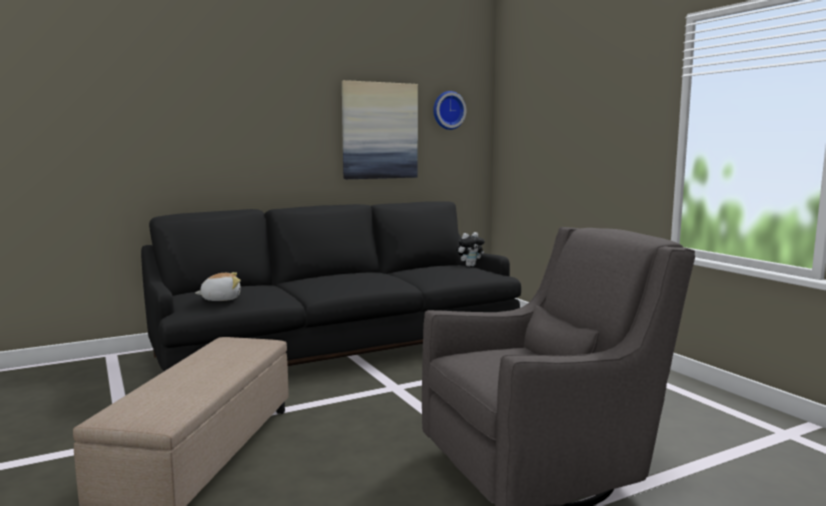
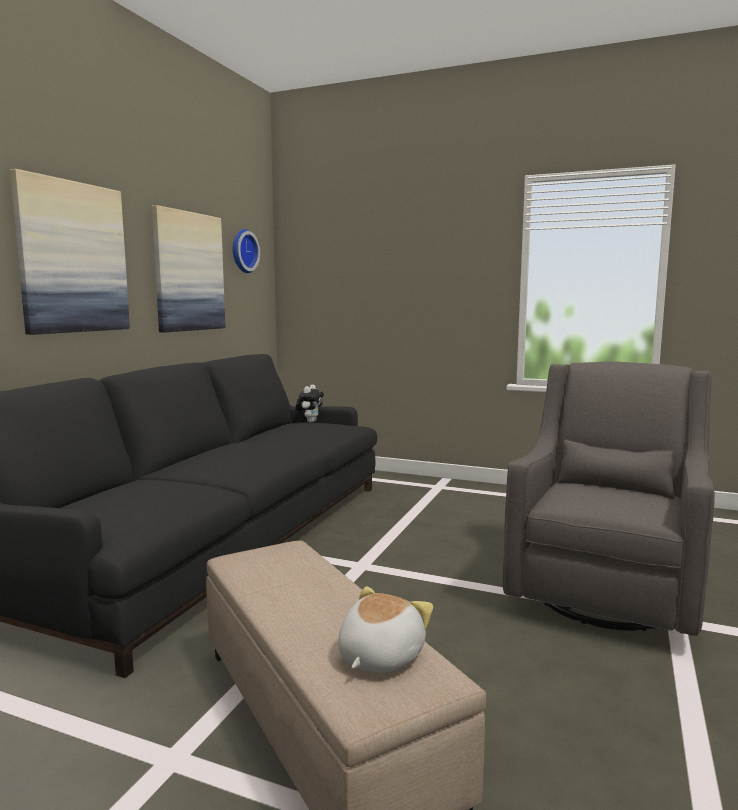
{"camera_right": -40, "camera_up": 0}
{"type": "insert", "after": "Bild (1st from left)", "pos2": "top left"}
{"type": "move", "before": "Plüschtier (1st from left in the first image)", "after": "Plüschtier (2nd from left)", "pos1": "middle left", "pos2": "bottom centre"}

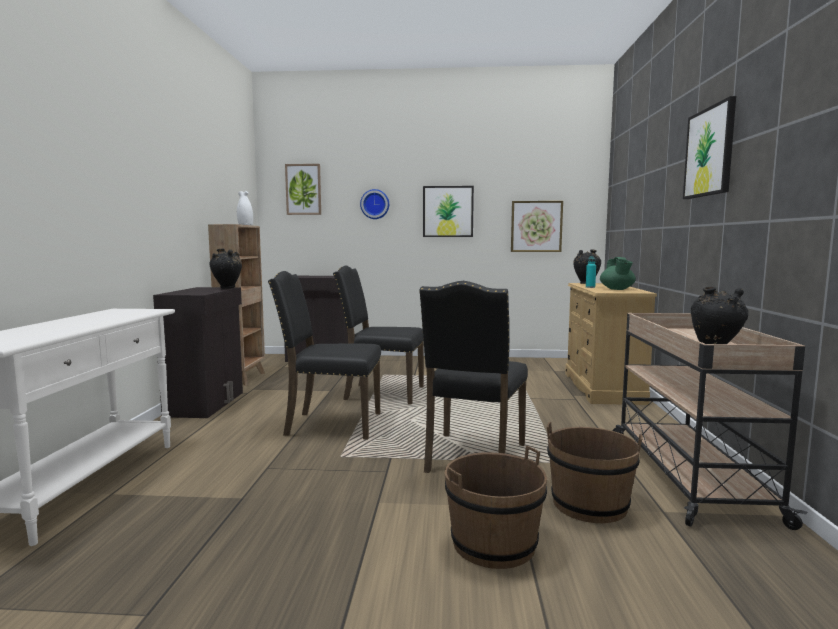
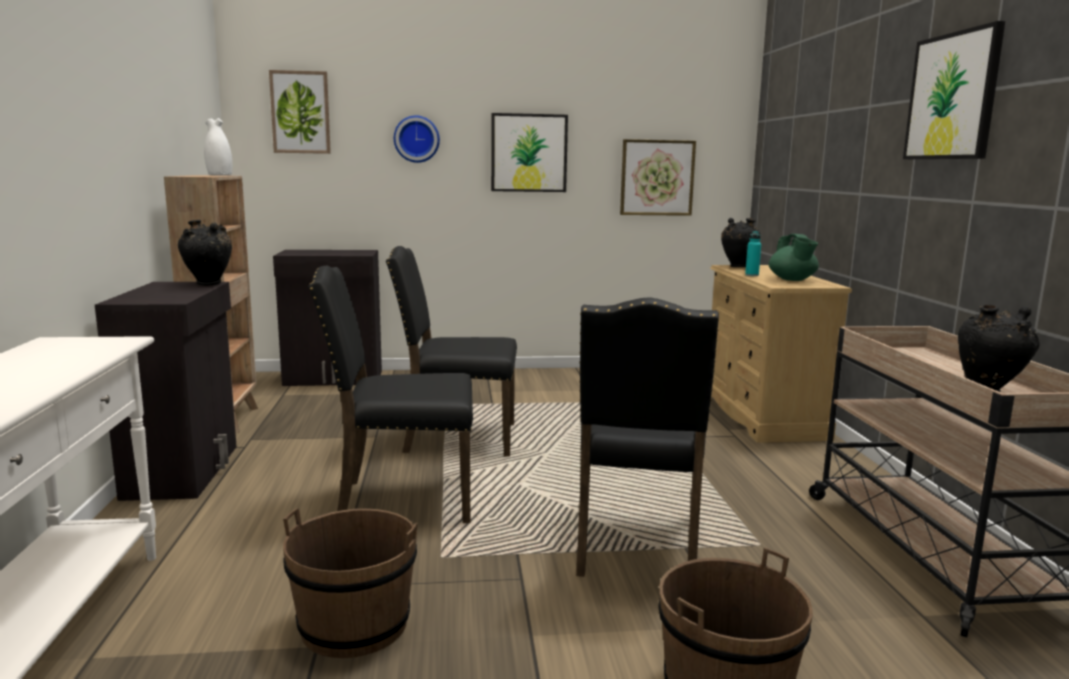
{"camera_right": -10, "camera_up": 5}
{"type": "move", "before": "Eimer [braun] (2nd from left in the first image)", "after": "Eimer [braun] (1st from left)", "pos1": "bottom right", "pos2": "bottom left"}

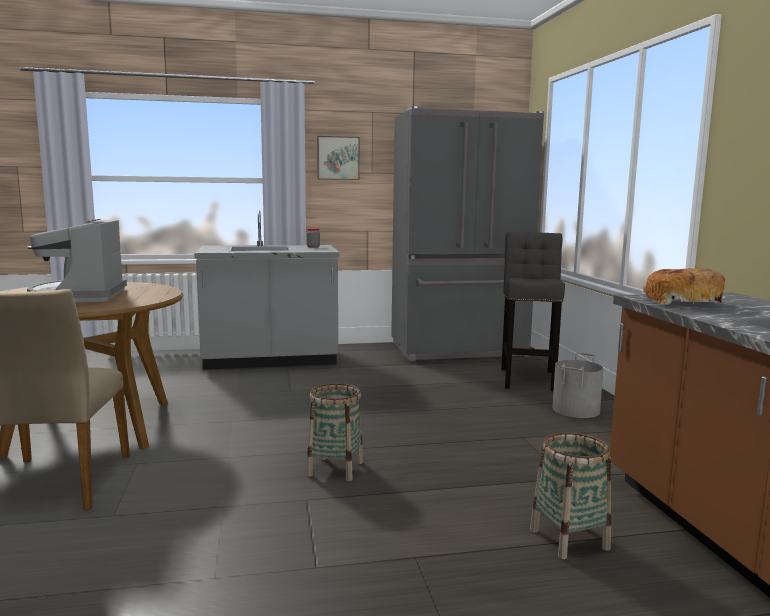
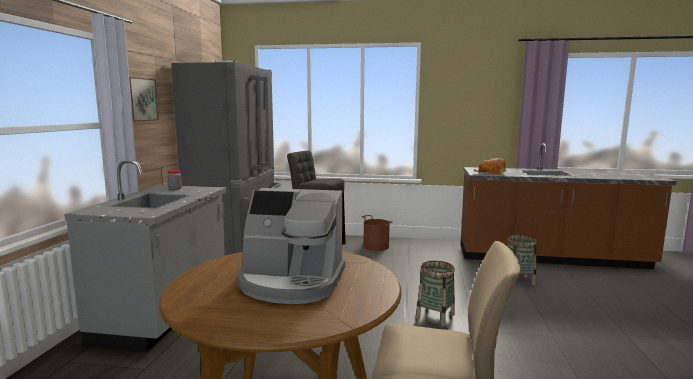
{"camera_right": -70, "camera_up": 0}
{"type": "recolor", "before": "Eimer [grau]", "after": "Eimer [braun]", "pos1": "middle right", "pos2": "centre"}

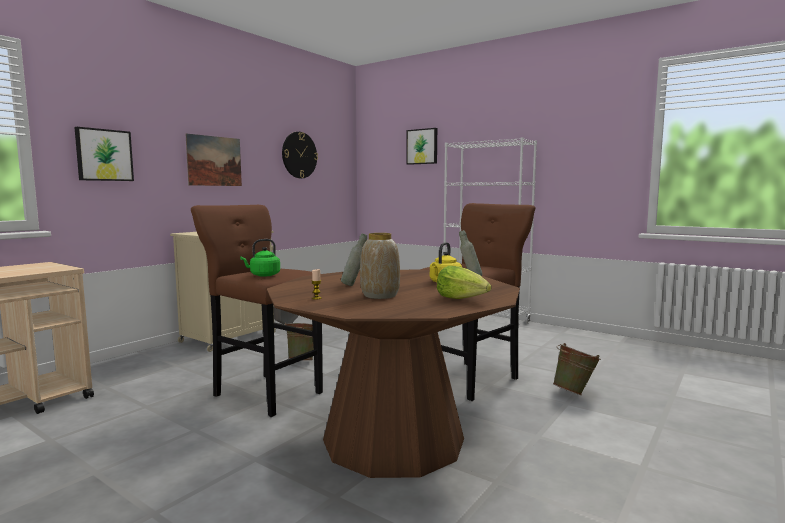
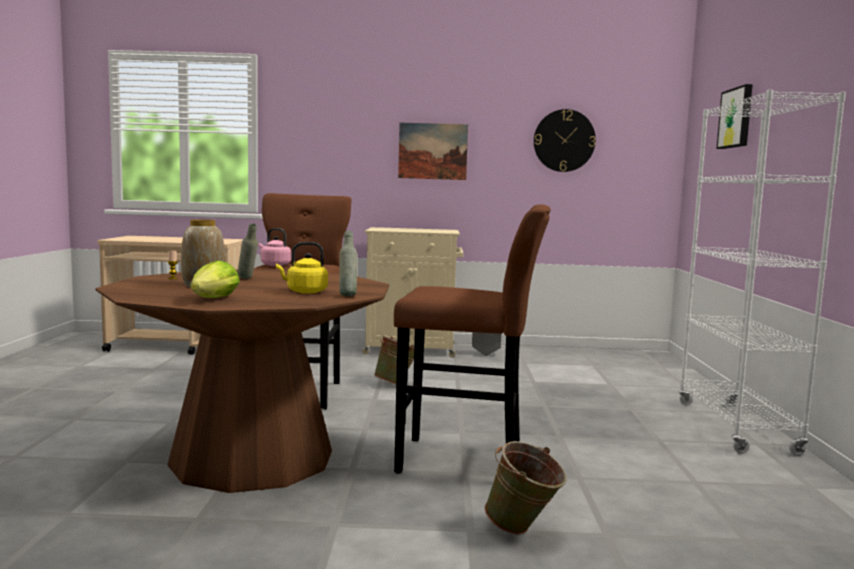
{"camera_right": 55, "camera_up": 0}
{"type": "recolor", "before": "Wasserkessel [grün]", "after": "Wasserkessel [rosa]", "pos1": "middle left", "pos2": "middle left"}
{"type": "delete", "before": "Bild (1st from left)", "pos1": "top left"}

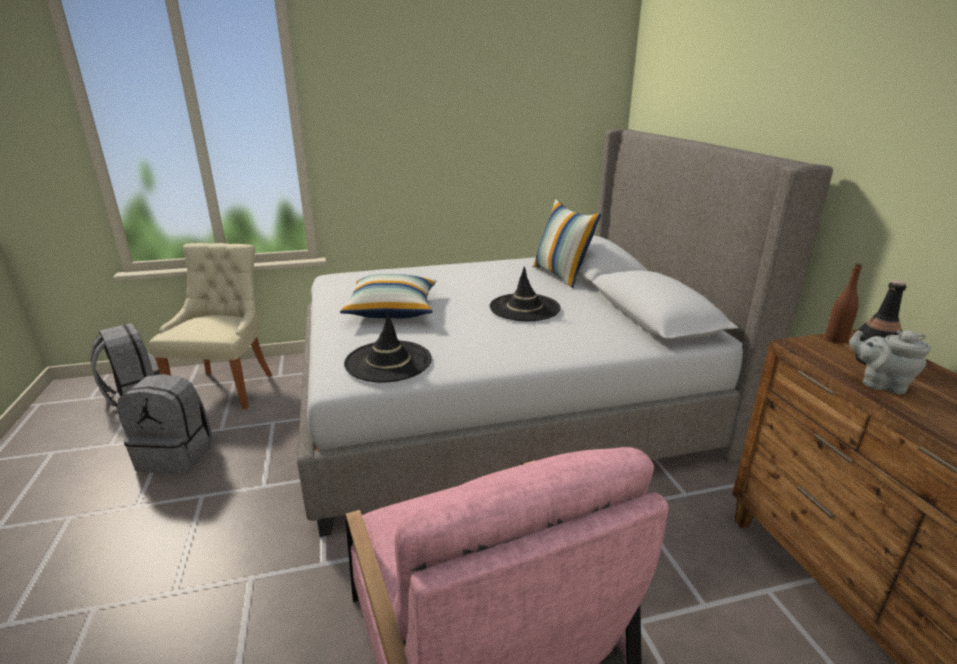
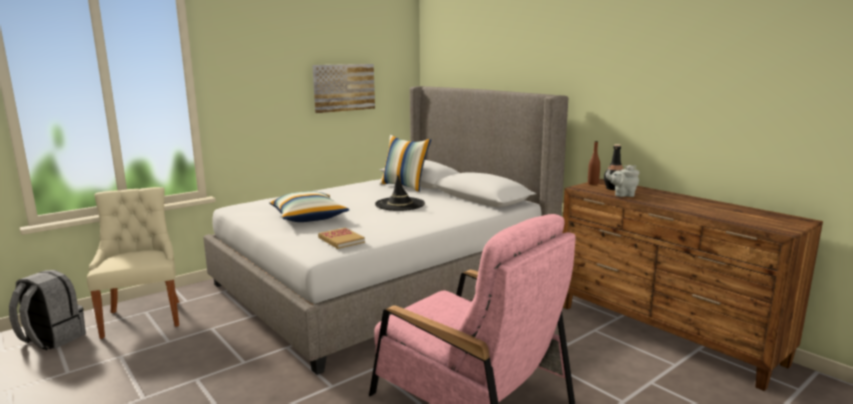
{"camera_right": -25, "camera_up": -10}
{"type": "insert", "after": "Bild", "pos2": "top centre"}
{"type": "replace", "before": "Hut [schwarz] (1st from left)", "after": "Buch", "pos1": "centre", "pos2": "centre"}
{"type": "delete", "before": "Rucksack [grau] (2nd from left)", "pos1": "middle left"}

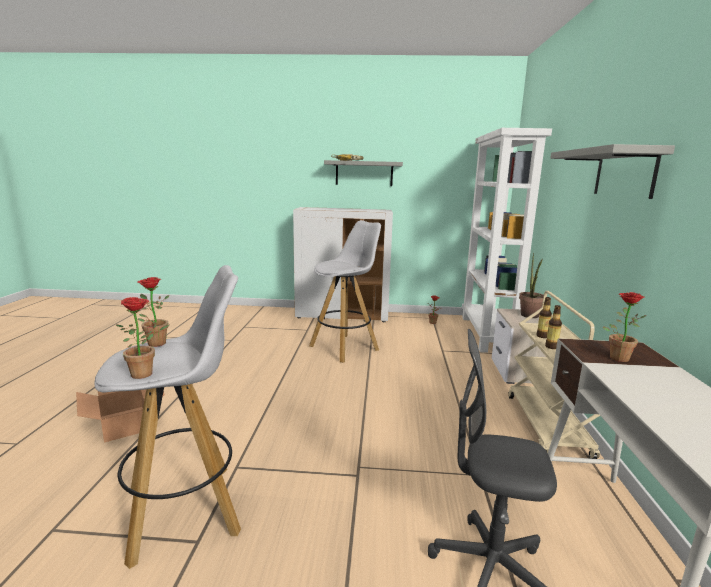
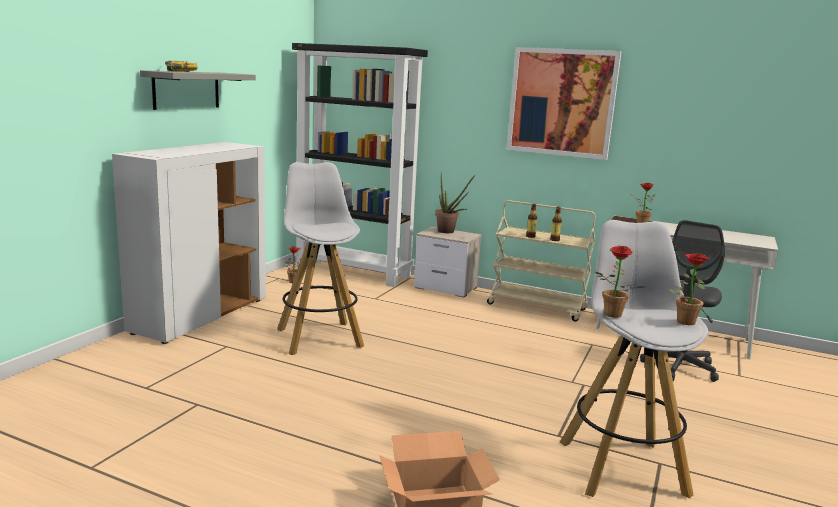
{"camera_right": -70, "camera_up": 0}
{"type": "recolor", "before": "Bücherregal [weiß]", "after": "Bücherregal [schwarz]", "pos1": "middle right", "pos2": "top centre"}
{"type": "replace", "before": "Wandregal [grau] (2nd from left)", "after": "Bild", "pos1": "top right", "pos2": "top right"}

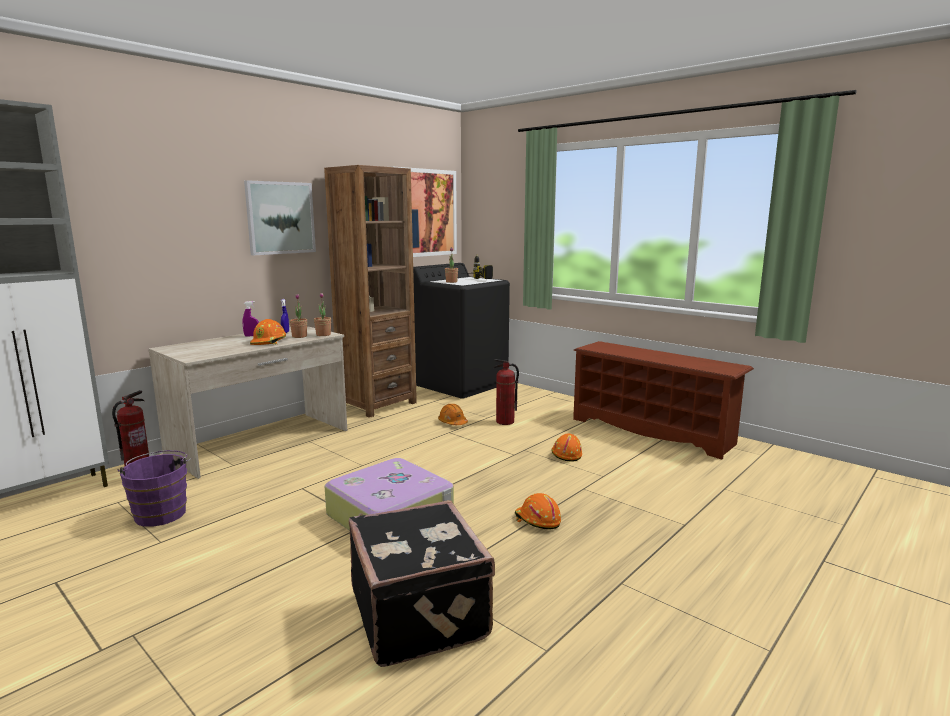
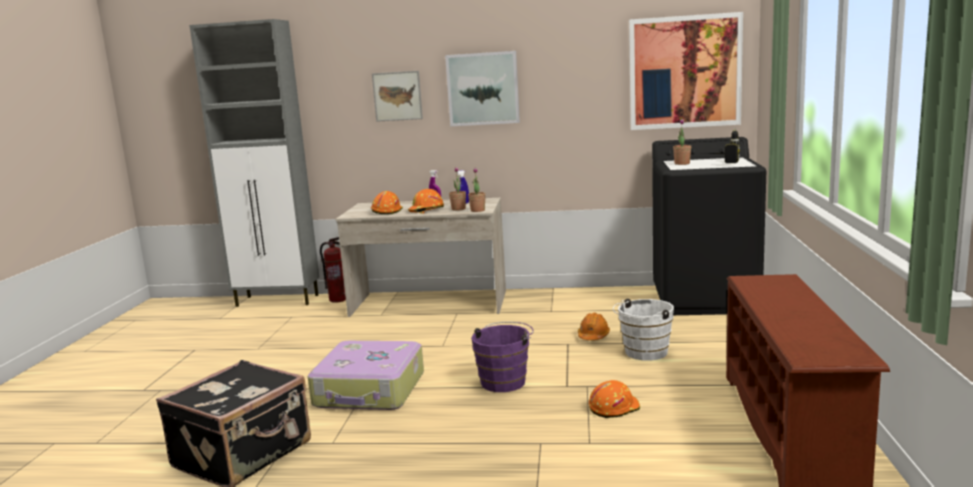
{"camera_right": 55, "camera_up": 0}
{"type": "move", "before": "Schutzhelm [orange] (3rd from left in the first image)", "after": "Schutzhelm [orange] (1st from left)", "pos1": "bottom centre", "pos2": "centre"}
{"type": "insert", "after": "Bild (1st from left)", "pos2": "top centre"}
{"type": "move", "before": "Eimer [lila]", "pos1": "bottom left", "pos2": "bottom centre"}
{"type": "replace", "before": "Feuerlöscher (2nd from left)", "after": "Eimer [weiß]", "pos1": "centre", "pos2": "bottom centre"}
{"type": "delete", "before": "Bücherregal [braun]", "pos1": "centre"}

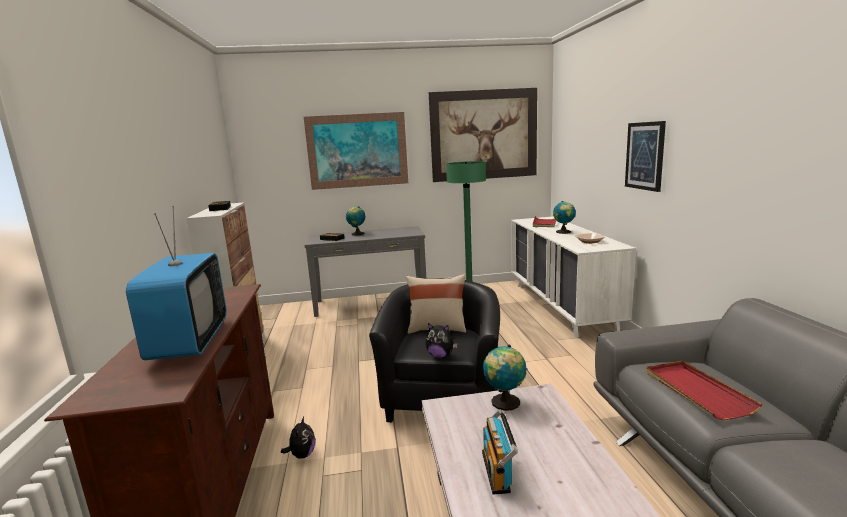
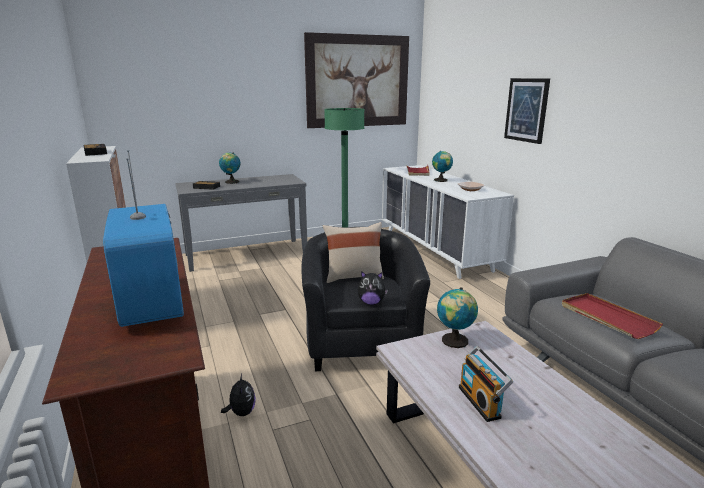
{"camera_right": -15, "camera_up": 5}
{"type": "delete", "before": "Bild (1st from left)", "pos1": "top centre"}

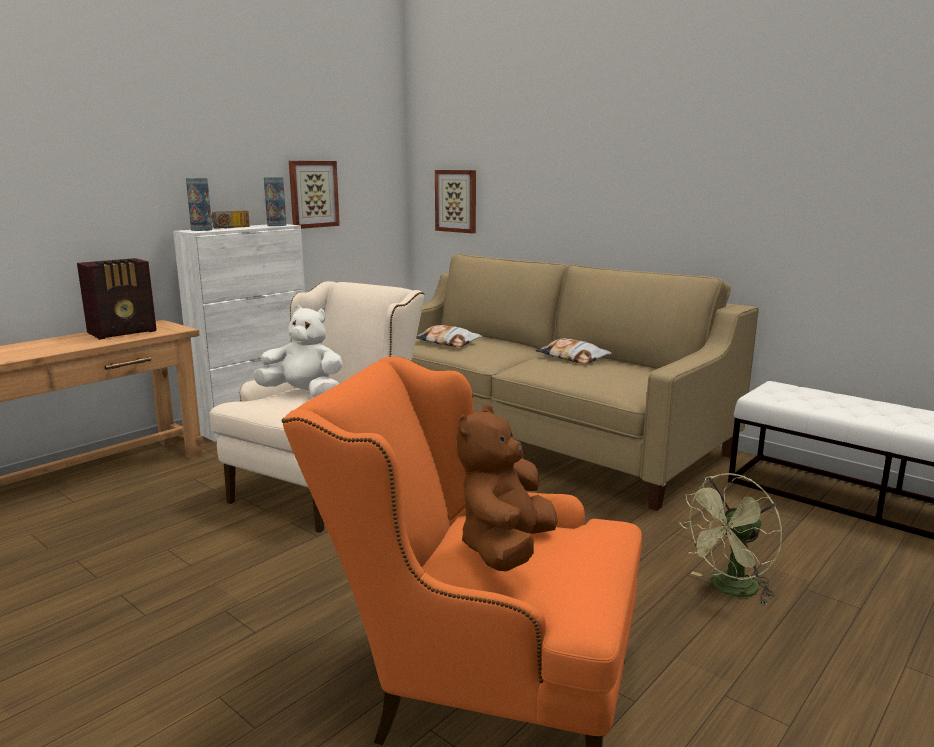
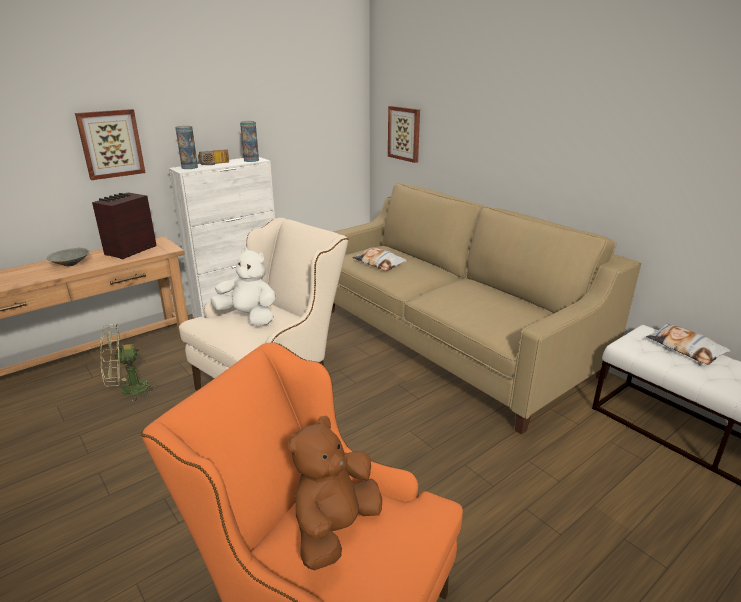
{"camera_right": 10, "camera_up": 10}
{"type": "insert", "after": "Schüssel [grau]", "pos2": "middle left"}
{"type": "move", "before": "Bild (1st from left)", "pos1": "top centre", "pos2": "top left"}
{"type": "rotate", "before": "Radio (1st from left)", "pos1": "middle left", "pos2": "middle left", "turn": 150}
{"type": "move", "before": "Ventilator [grün]", "pos1": "bottom right", "pos2": "middle left"}
{"type": "move", "before": "Kissen (2nd from left)", "pos1": "centre", "pos2": "middle right"}

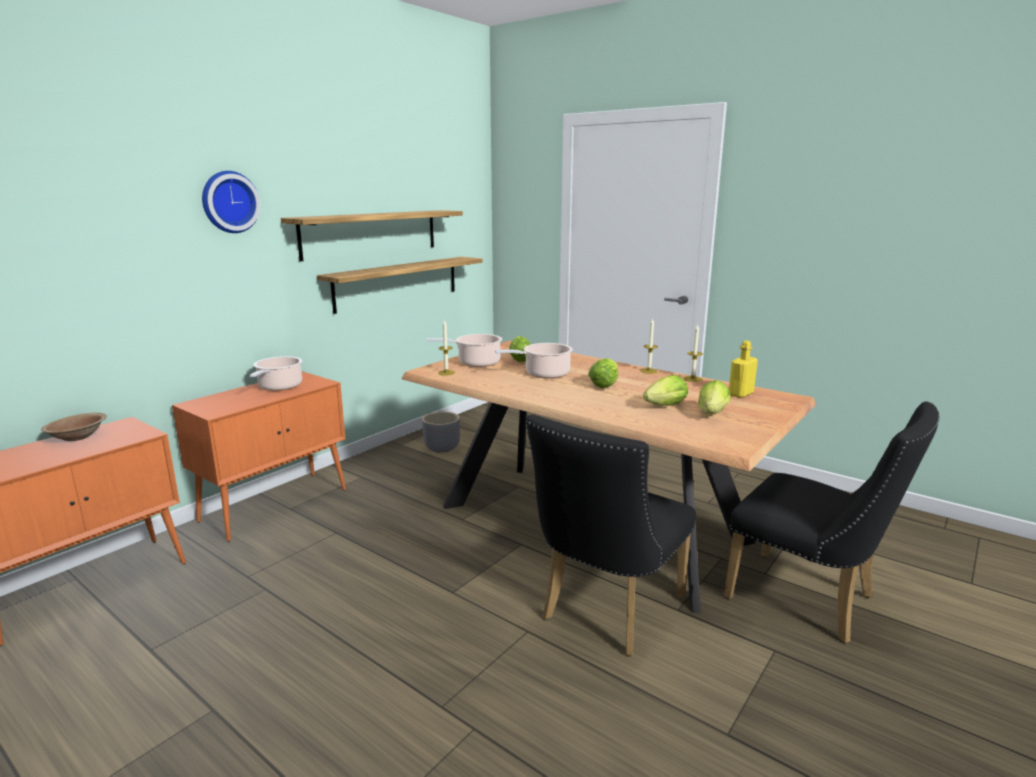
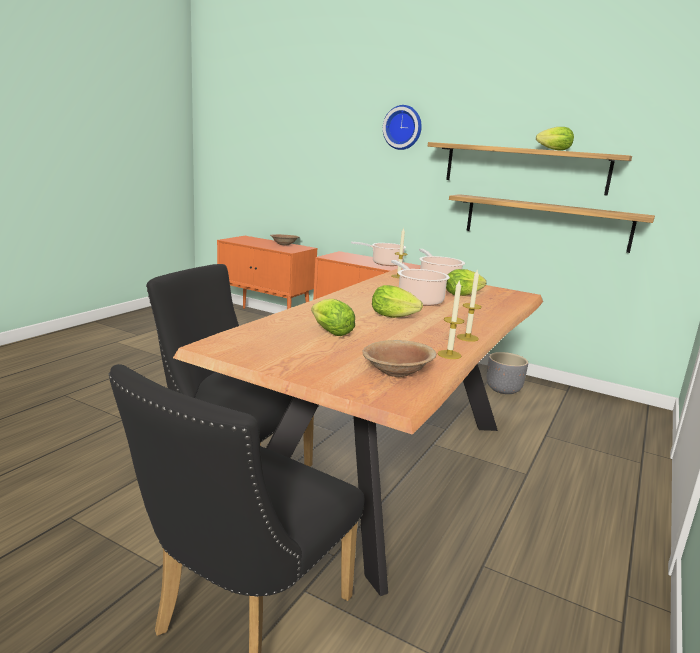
{"camera_right": 80, "camera_up": 0}
{"type": "replace", "before": "Flasche [gelb]", "after": "Schüssel [braun] (2nd from left)", "pos1": "middle right", "pos2": "centre"}
{"type": "move", "before": "Salatkopf (4th from left)", "pos1": "middle right", "pos2": "top right"}

